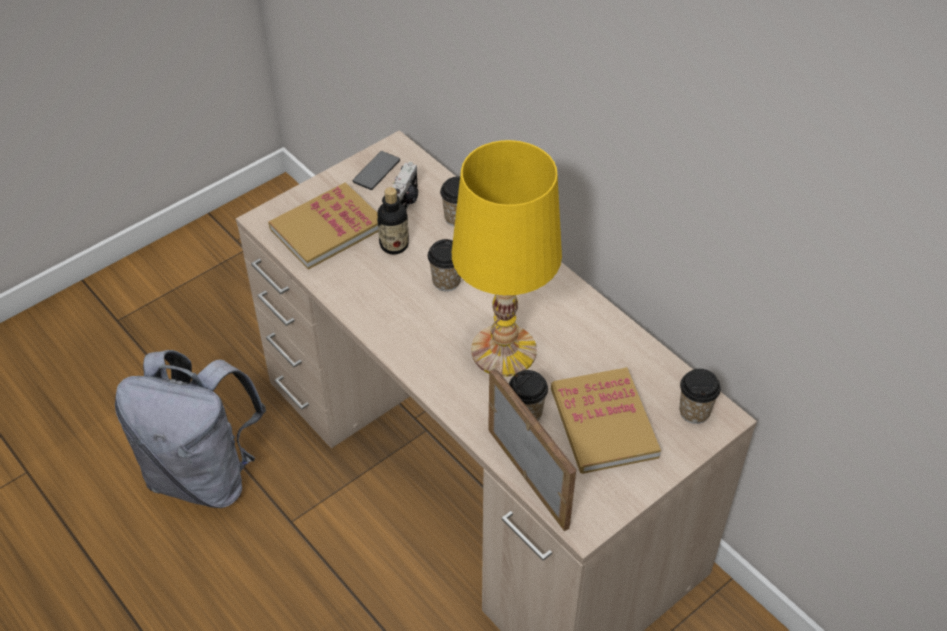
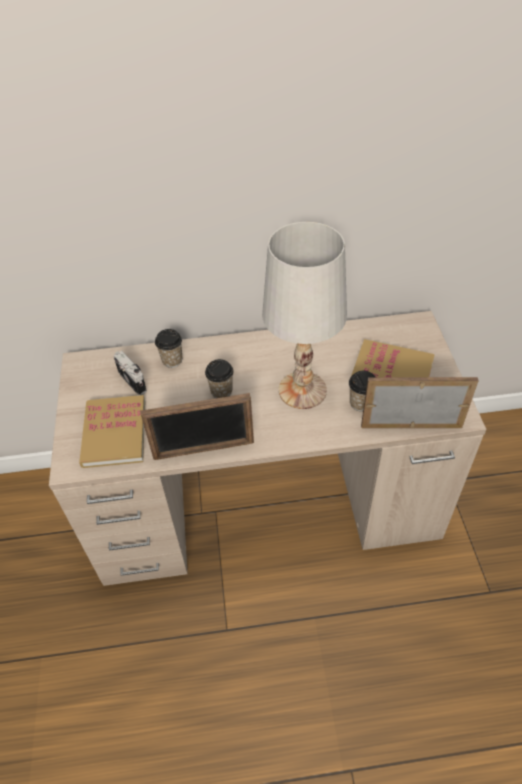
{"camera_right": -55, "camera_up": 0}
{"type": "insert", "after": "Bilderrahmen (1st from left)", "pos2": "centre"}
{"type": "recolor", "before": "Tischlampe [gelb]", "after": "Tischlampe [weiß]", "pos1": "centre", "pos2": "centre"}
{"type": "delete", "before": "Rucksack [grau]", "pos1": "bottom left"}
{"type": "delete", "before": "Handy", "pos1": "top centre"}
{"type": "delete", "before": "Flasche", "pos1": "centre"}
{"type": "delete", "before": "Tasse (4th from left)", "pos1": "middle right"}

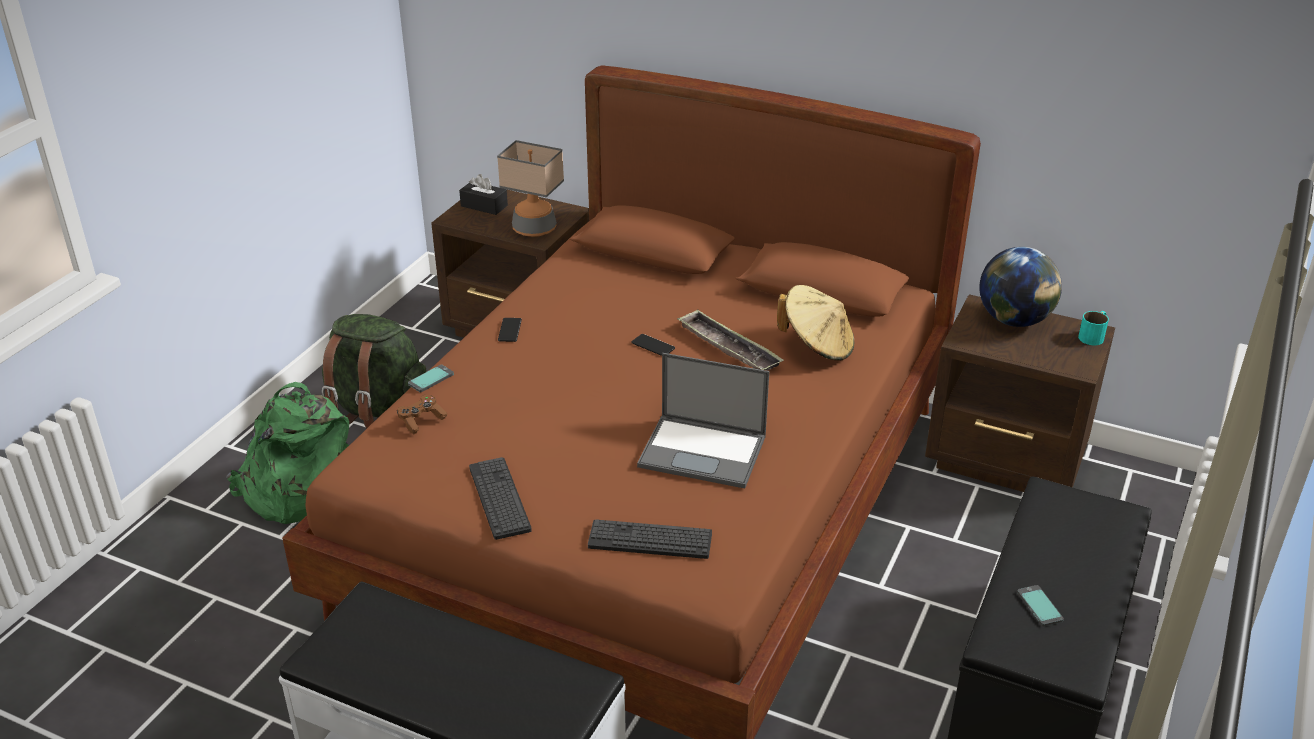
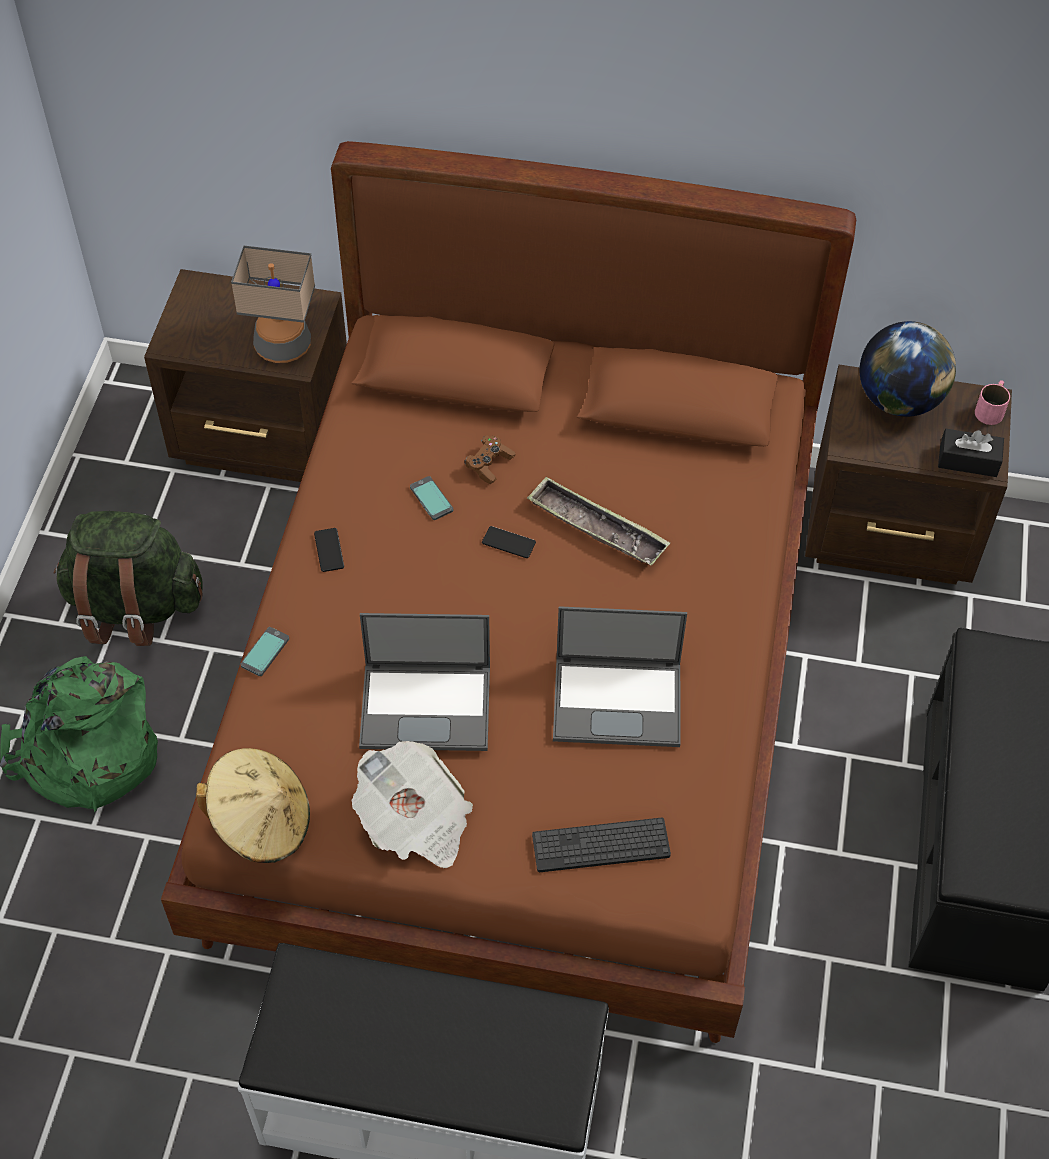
{"camera_right": -15, "camera_up": 20}
{"type": "move", "before": "Hut [beige]", "pos1": "centre", "pos2": "bottom left"}
{"type": "replace", "before": "Tastatur (1st from left)", "after": "Zeitung", "pos1": "bottom centre", "pos2": "bottom centre"}
{"type": "insert", "after": "Laptop (1st from left)", "pos2": "centre"}
{"type": "move", "before": "Handy (4th from left in the first image)", "after": "Handy (3rd from left)", "pos1": "bottom right", "pos2": "centre"}
{"type": "move", "before": "Gamepad [braun]", "pos1": "middle left", "pos2": "centre"}
{"type": "move", "before": "Taschentuchbox [schwarz]", "pos1": "top centre", "pos2": "middle right"}
{"type": "recolor", "before": "Henkelbecher [türkis]", "after": "Henkelbecher [rosa]", "pos1": "middle right", "pos2": "middle right"}

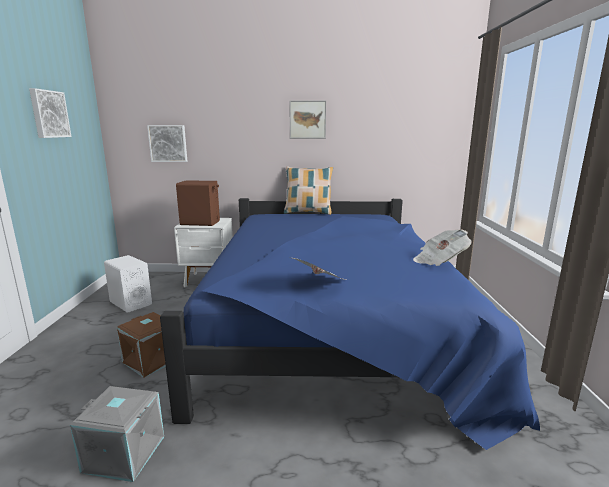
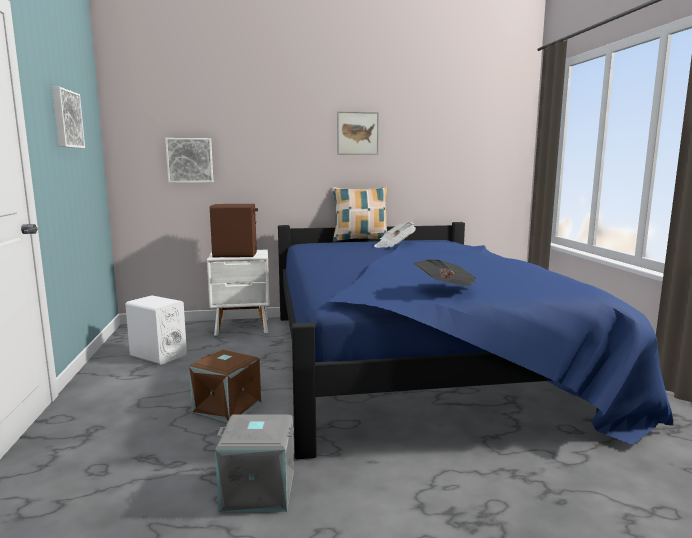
{"camera_right": -10, "camera_up": -5}
{"type": "move", "before": "Zeitung (2nd from left in the first image)", "after": "Zeitung (1st from left)", "pos1": "middle right", "pos2": "centre"}

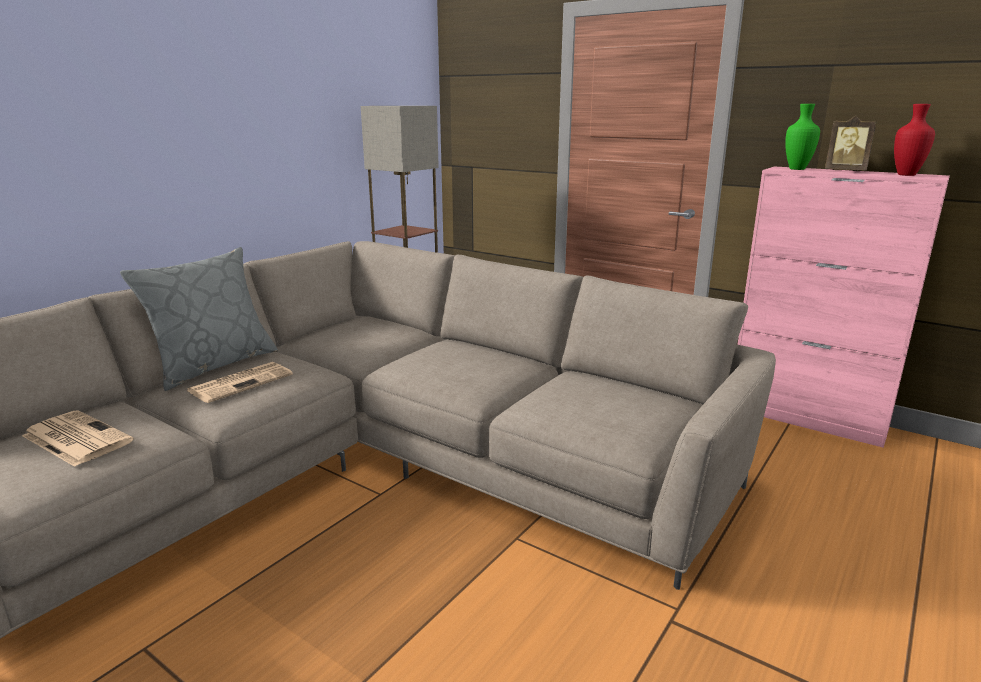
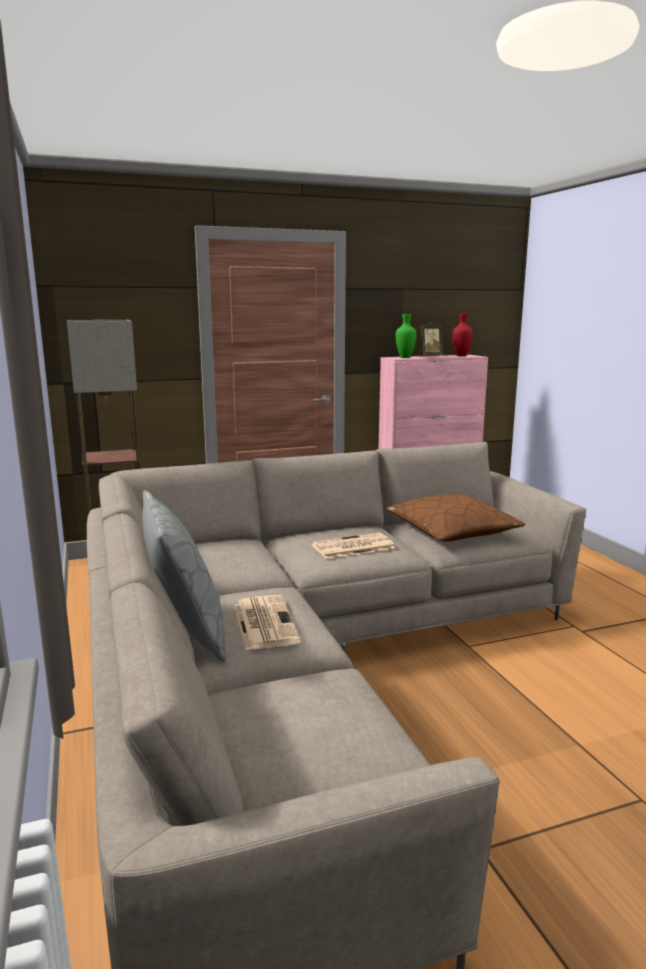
{"camera_right": -55, "camera_up": -5}
{"type": "move", "before": "Zeitung (1st from left in the first image)", "after": "Zeitung (2nd from left)", "pos1": "middle left", "pos2": "centre"}
{"type": "insert", "after": "Kissen [braun]", "pos2": "middle right"}

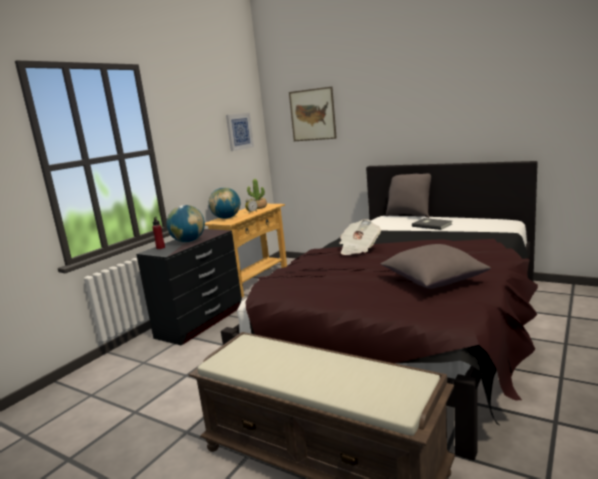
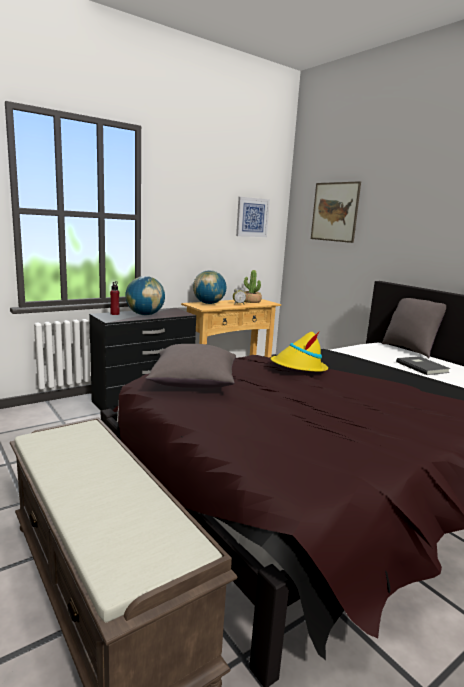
{"camera_right": 20, "camera_up": 0}
{"type": "move", "before": "Kissen [grau] (2nd from left in the first image)", "after": "Kissen [grau] (1st from left)", "pos1": "middle right", "pos2": "centre"}
{"type": "replace", "before": "Zeitung", "after": "Hut [gelb]", "pos1": "centre", "pos2": "centre"}

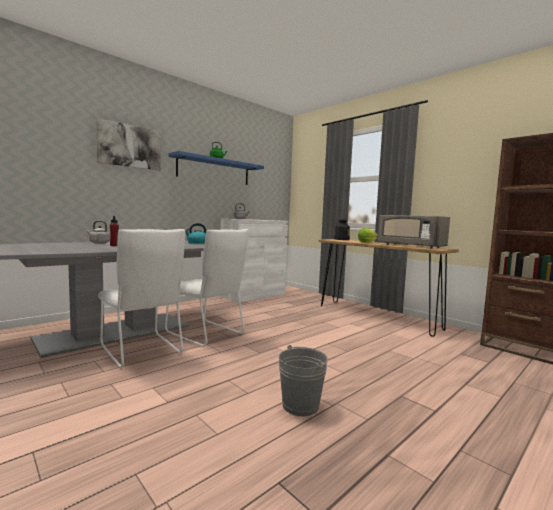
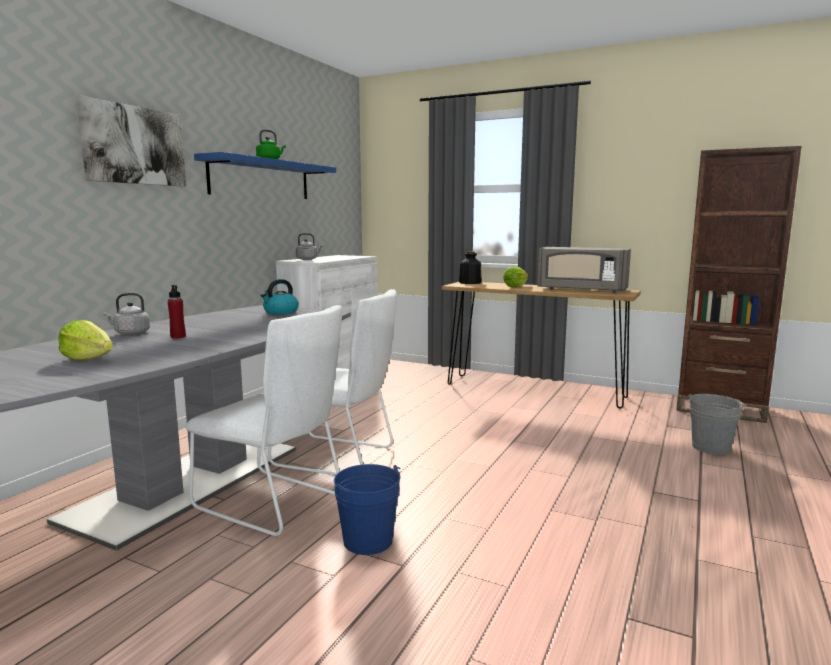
{"camera_right": -20, "camera_up": 5}
{"type": "insert", "after": "Salatkopf (1st from left)", "pos2": "middle left"}
{"type": "insert", "after": "Eimer [blau]", "pos2": "bottom centre"}
{"type": "move", "before": "Eimer [grau]", "pos1": "bottom centre", "pos2": "middle right"}

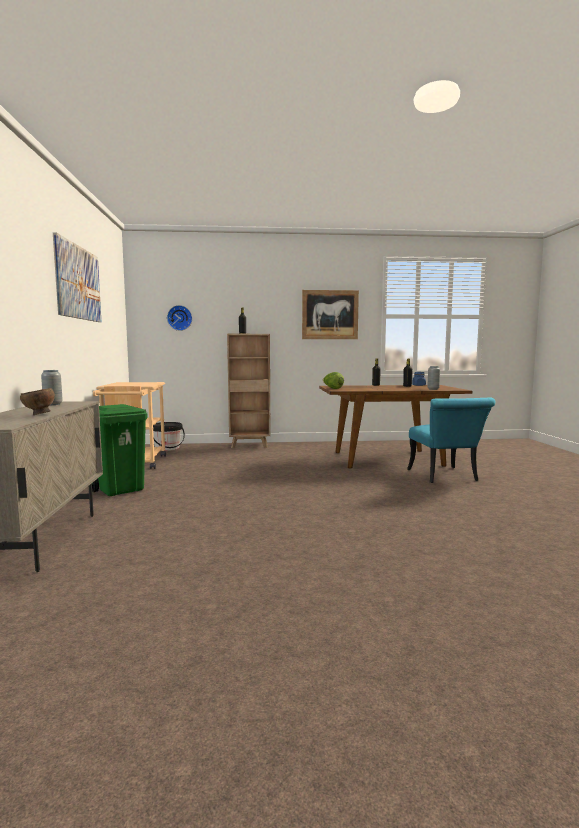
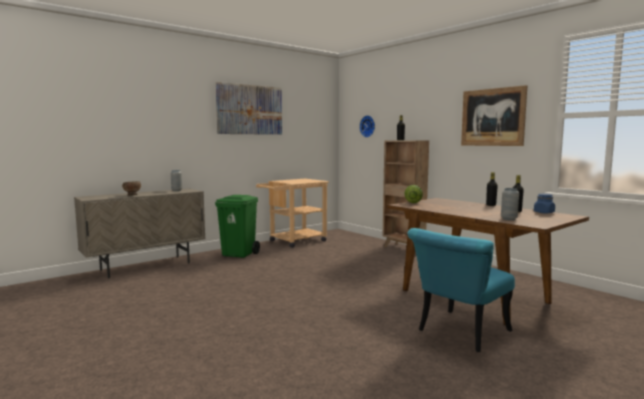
{"camera_right": 55, "camera_up": 0}
{"type": "delete", "before": "Eimer [schwarz]", "pos1": "middle left"}

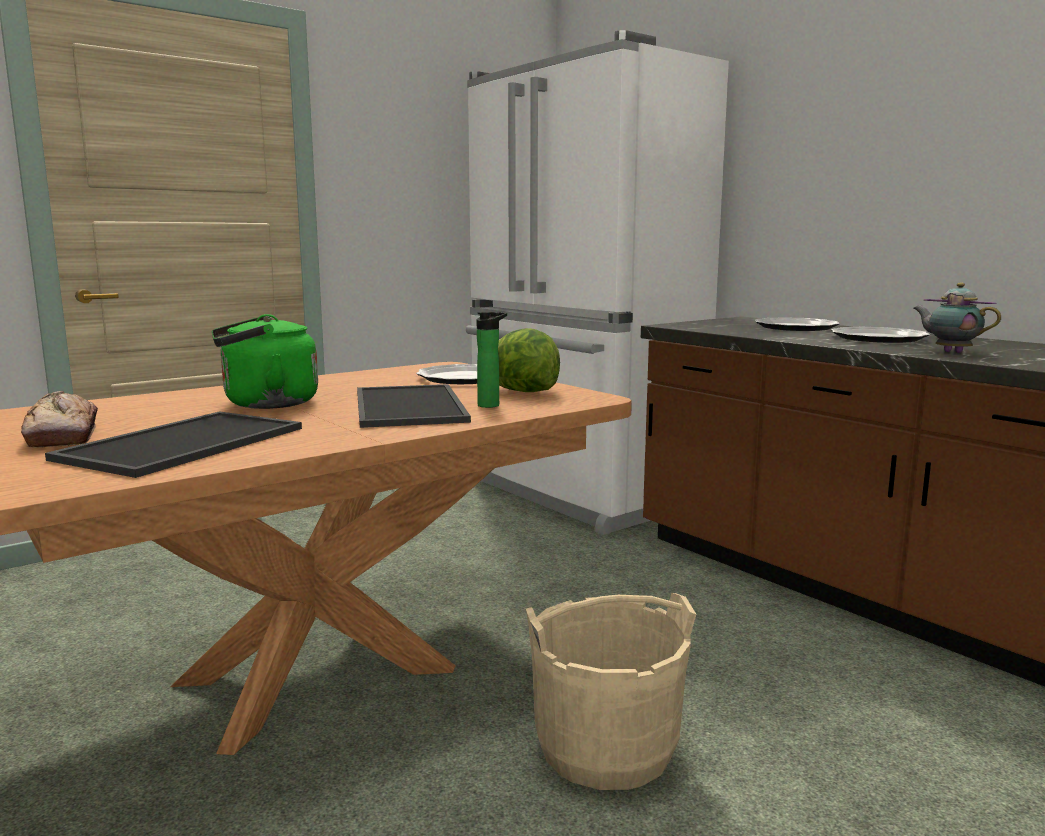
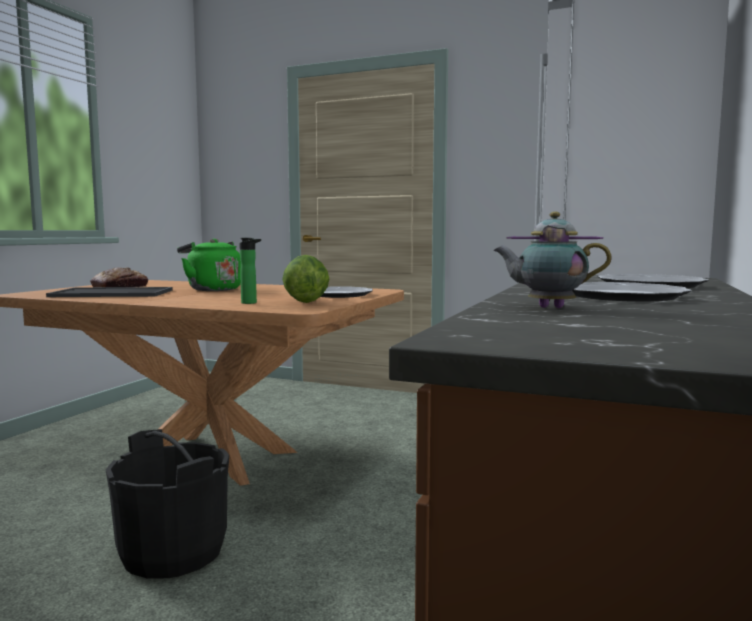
{"camera_right": 60, "camera_up": -5}
{"type": "recolor", "before": "Eimer [beige]", "after": "Eimer [schwarz]", "pos1": "bottom centre", "pos2": "bottom left"}
{"type": "rotate", "before": "Teekanne", "pos1": "middle right", "pos2": "middle right", "turn": -90}
{"type": "delete", "before": "Tablett (2nd from left)", "pos1": "centre"}

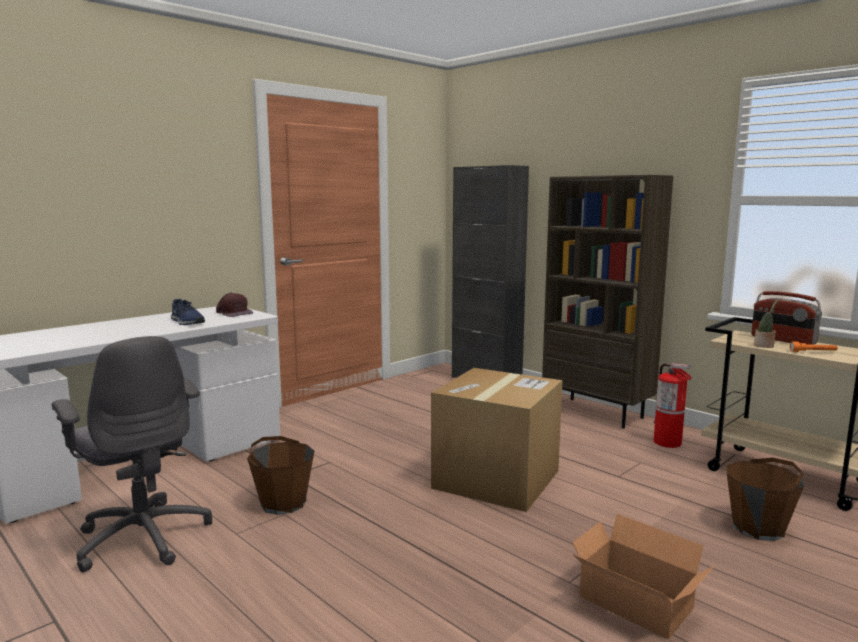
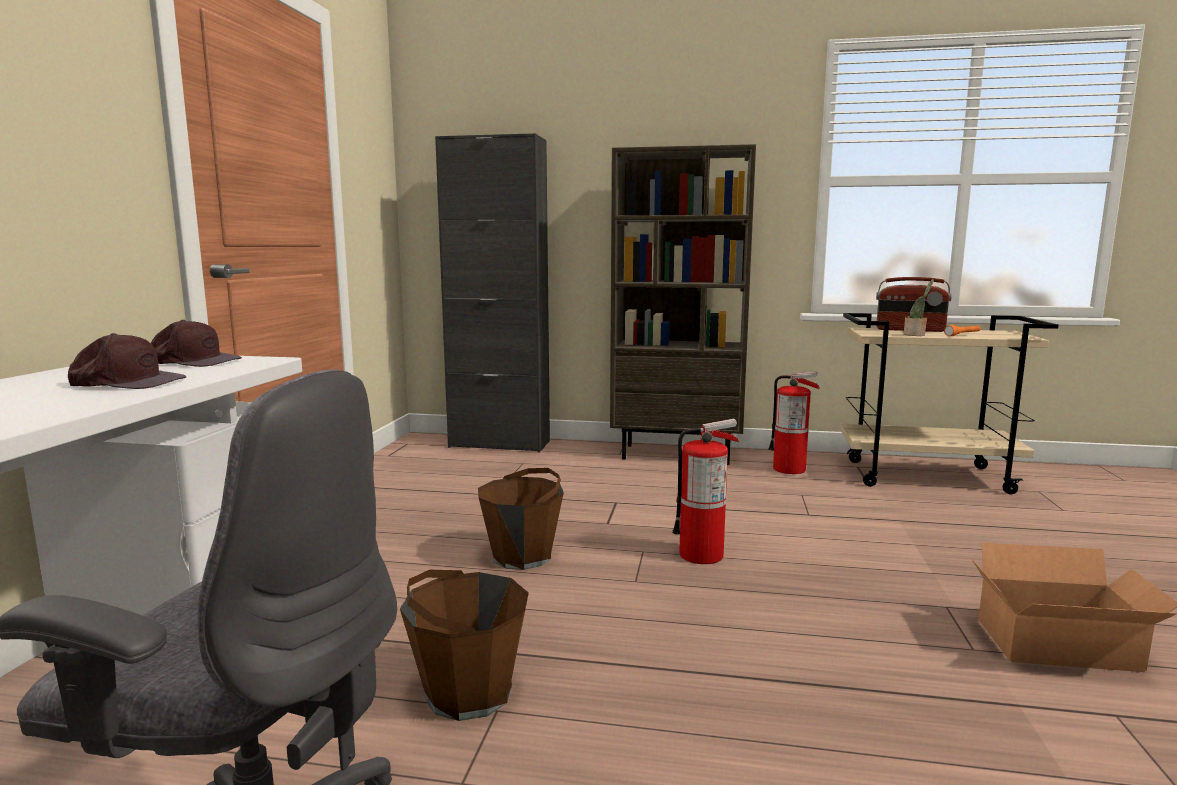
{"camera_right": -35, "camera_up": 0}
{"type": "replace", "before": "Schuh [blau]", "after": "Kappe [braun] (1st from left)", "pos1": "middle left", "pos2": "middle left"}
{"type": "move", "before": "Eimer [braun] (2nd from left)", "pos1": "bottom right", "pos2": "centre"}
{"type": "replace", "before": "Karton (1st from left)", "after": "Feuerlöscher (1st from left)", "pos1": "bottom centre", "pos2": "centre"}

